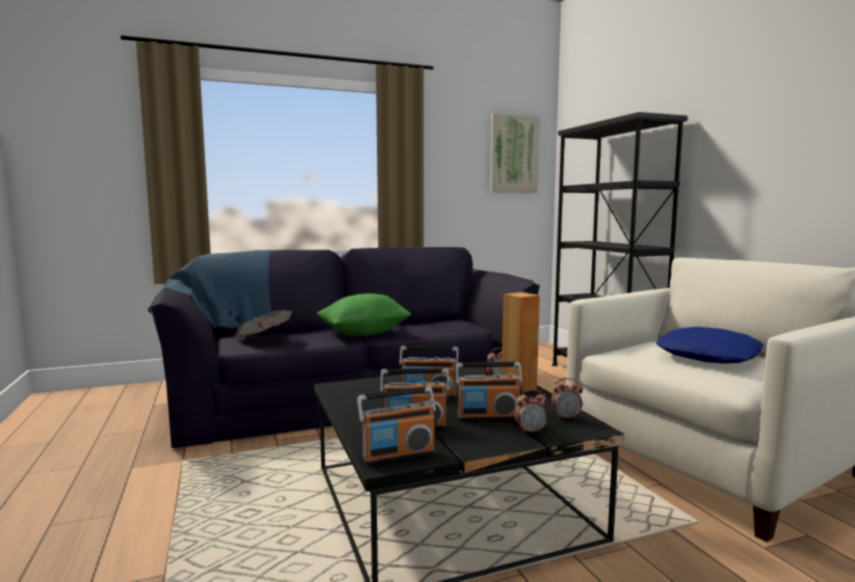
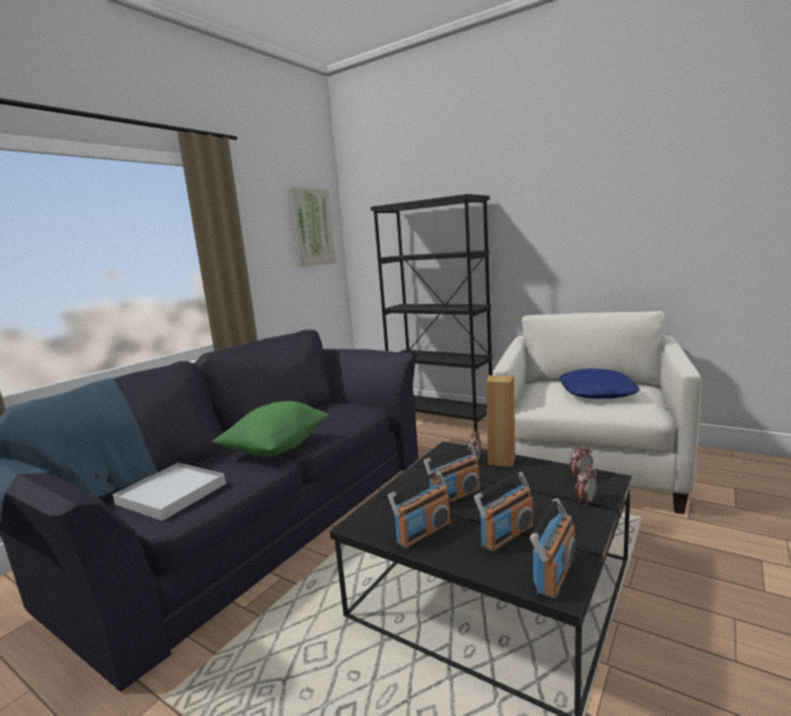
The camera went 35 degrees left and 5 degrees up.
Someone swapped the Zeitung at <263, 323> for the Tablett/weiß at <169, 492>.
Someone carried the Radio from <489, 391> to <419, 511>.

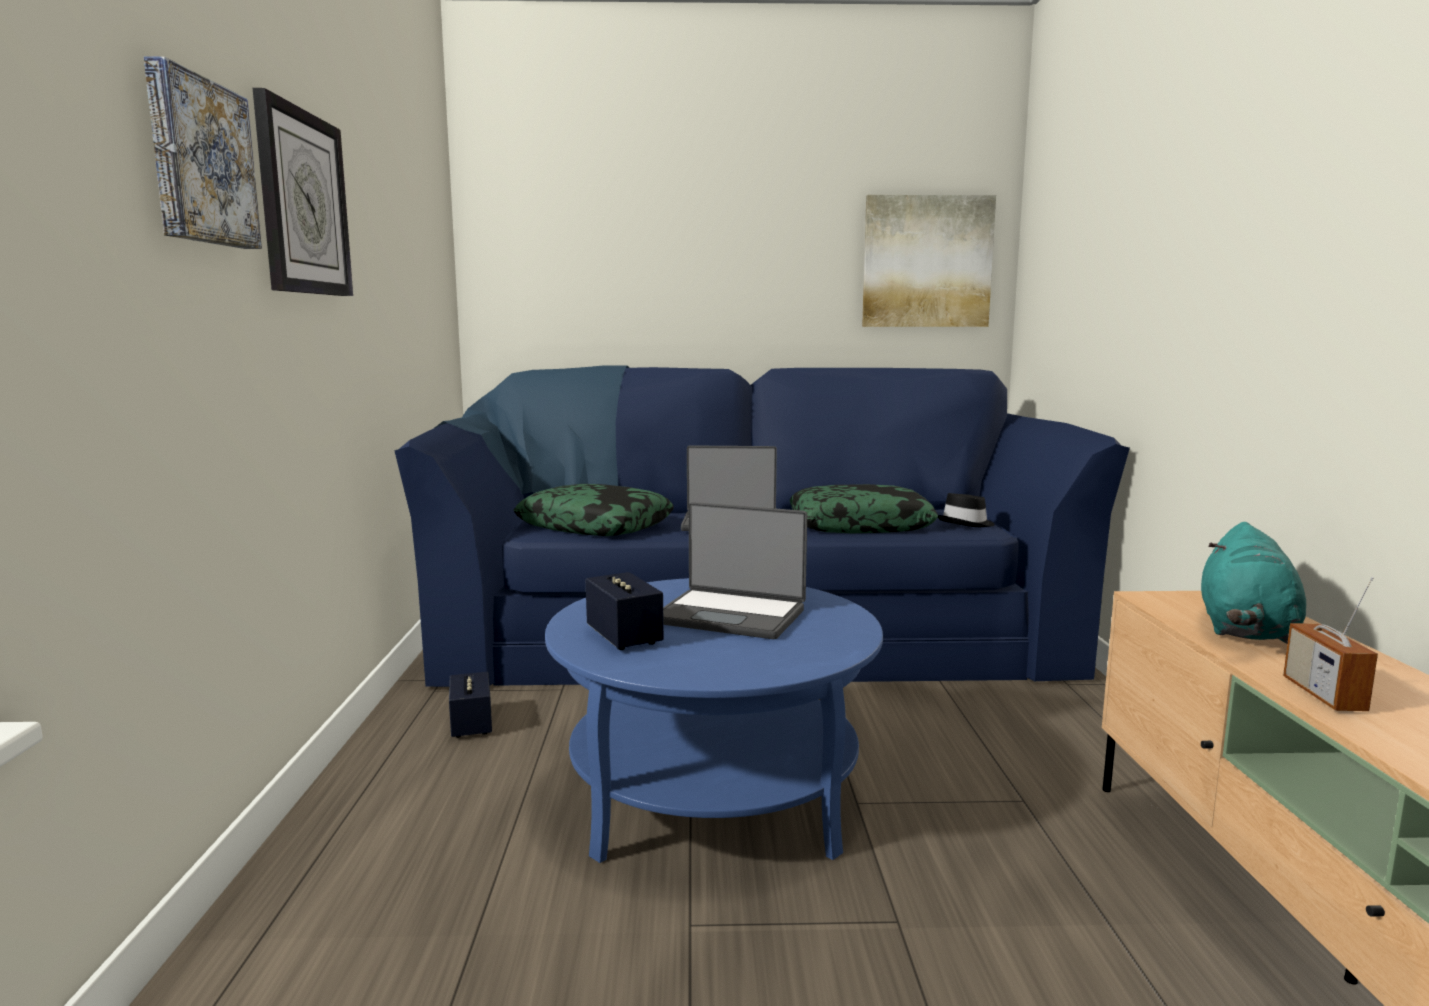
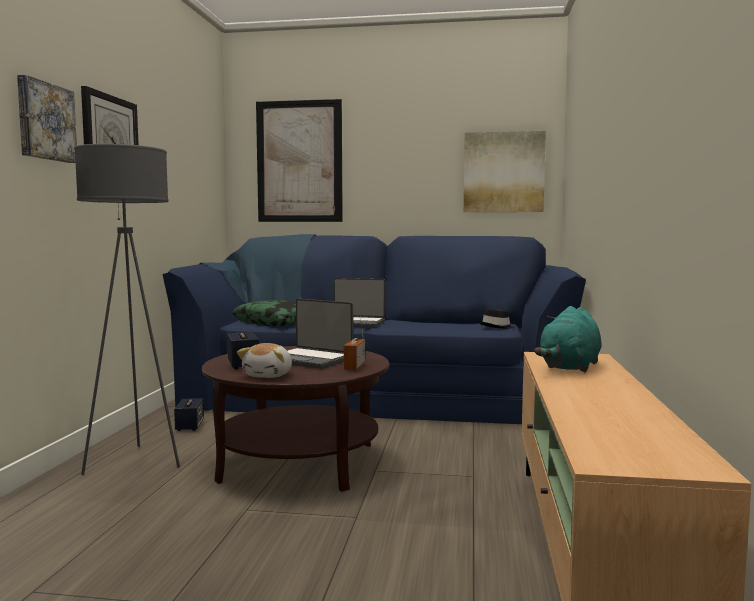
The camera went 10 degrees right and 5 degrees down.
Someone repainted the Couchtisch/blau at <714, 720>, which became the Couchtisch/braun at <295, 419>.
Someone took away the Kissen at <864, 508>.
Someone carried the Radio from <1330, 644> to <354, 343>.
Someone put down the Stehlampe/grau at <127, 309>.
Someone put down the Plüschtier at <264, 360>.
Someone put up the Bild at <299, 160>.

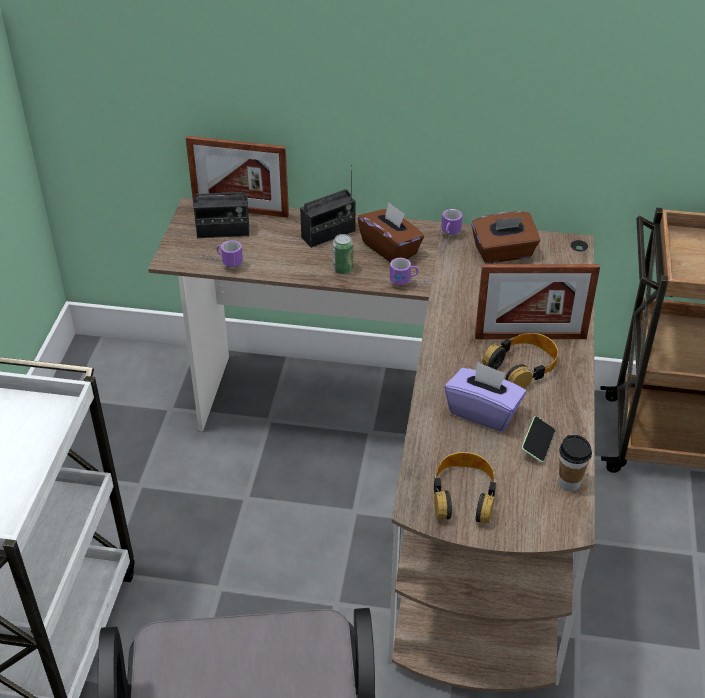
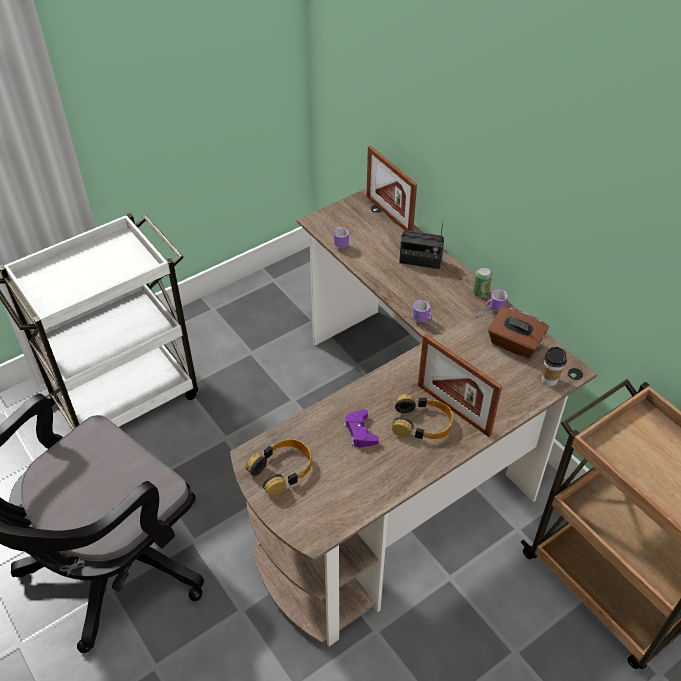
The camera went 45 degrees right and 5 degrees up.
Someone took away the Radio at <221, 203>.
Someone carried the Dose from <343, 254> to <482, 282>.
Someone took away the Taschentuchbox/braun at <391, 232>.
Someone swapped the Taschentuchbox/lila at <485, 396> for the Gamepad/lila at <361, 428>.
Someone took away the Handy at <539, 439>.
Someone carried the Tasse from <575, 463> to <554, 366>.

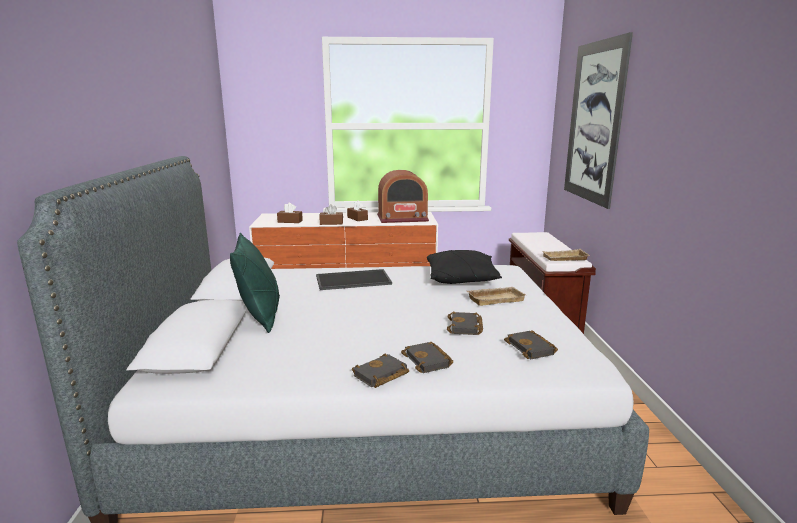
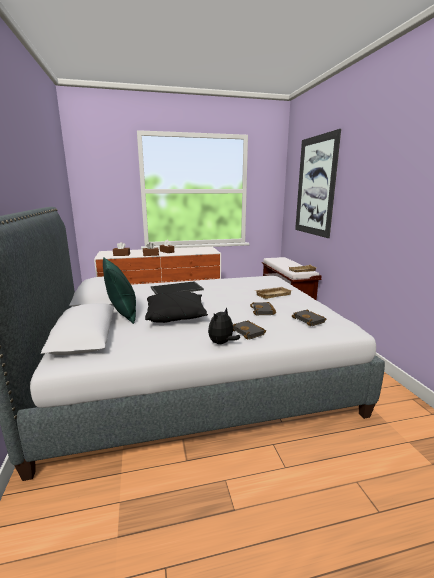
The camera went 10 degrees left and 0 degrees up.
Someone swapped the Buch/schwarz at <380, 371> for the Plüschtier at <224, 325>.
Someone took away the Radio at <403, 196>.
Someone carried the Kissen/schwarz from <464, 267> to <176, 307>.

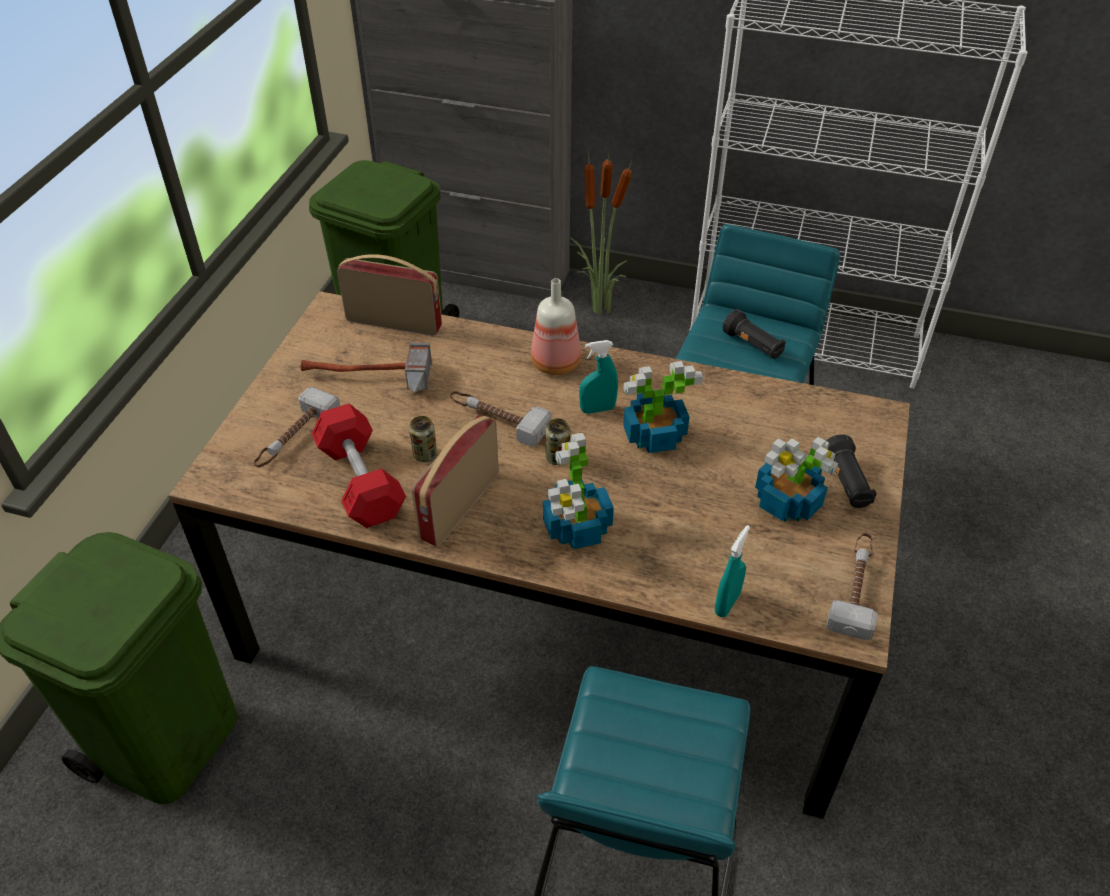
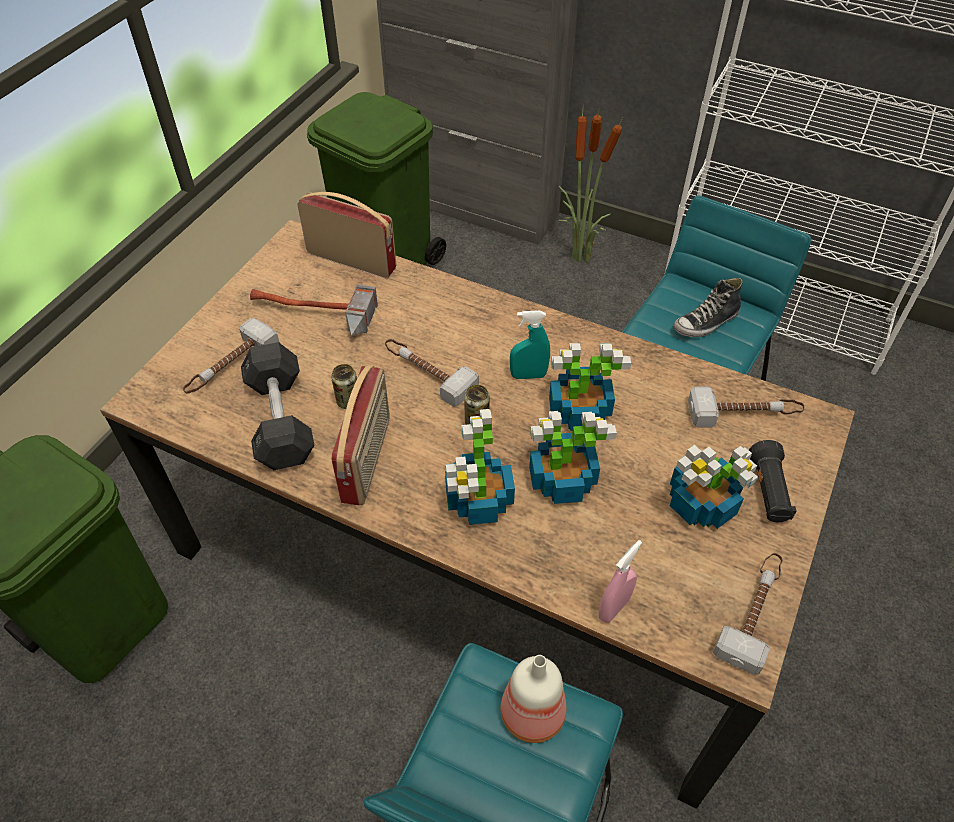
The camera went 10 degrees right and 5 degrees up.
Someone repainted the Hantel/rot at <359, 466>, which became the Hantel/grau at <277, 406>.
Someone rotated the Radio at <455, 480> by 150 degrees clockwise.
Someone carried the Flasche from <556, 326> to <533, 699>.
Someone repainted the Sprühflasche/türkis at <732, 571>, which became the Sprühflasche/rosa at <620, 581>.
Someone swapped the Taschenlampe/schwarz at <754, 334> for the Schuh at <708, 307>.
Someone put down the Topfpflanze at <573, 457>.
Someone put down the Hammer at <746, 407>.

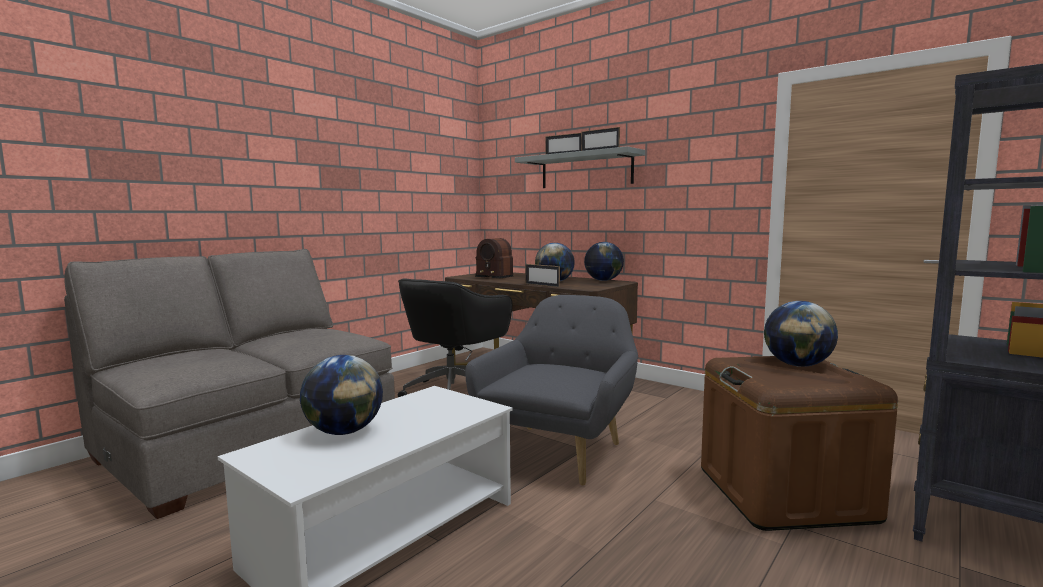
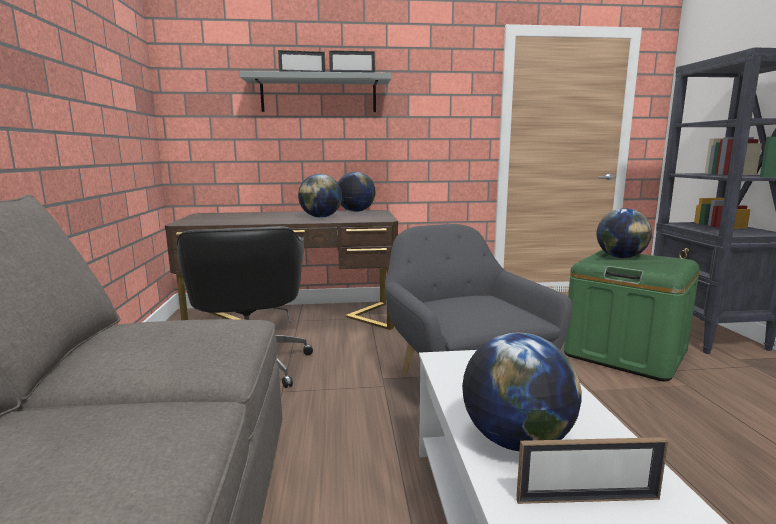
The camera went 45 degrees left and 5 degrees up.
Someone took away the Radio at <494, 258>.
Someone carried the Bilderrahmen from <542, 275> to <592, 470>.
Someone repainted the Aufbewahrungsbox/braun at <799, 443>, which became the Aufbewahrungsbox/grün at <632, 315>.

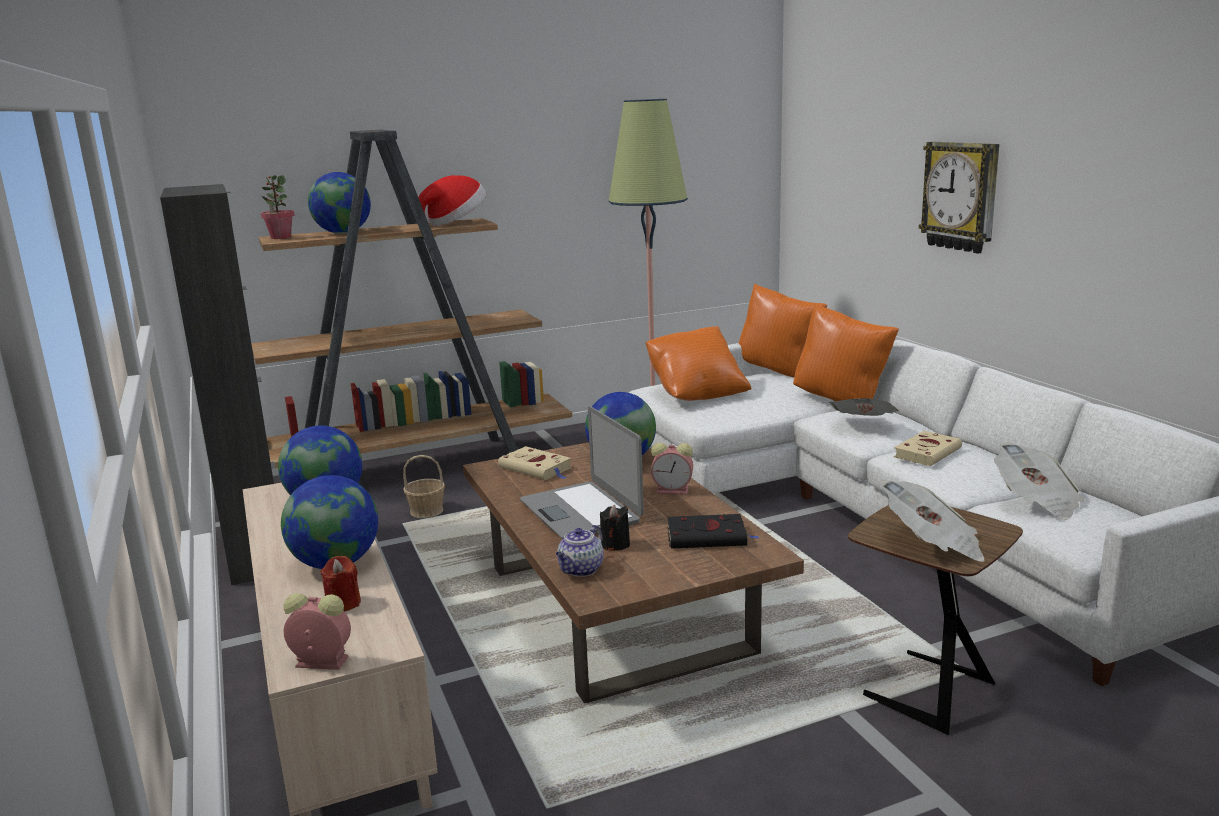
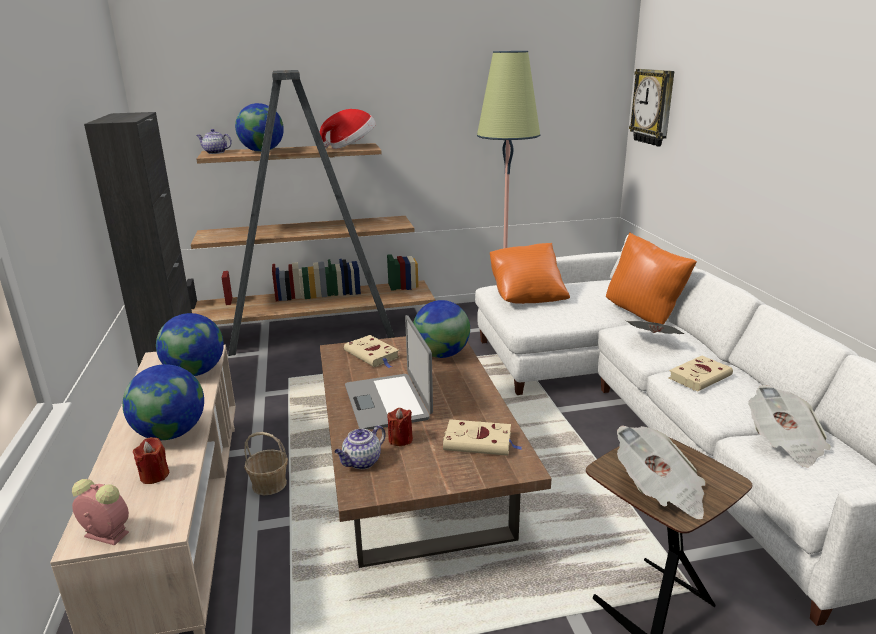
The camera went 10 degrees right and 5 degrees up.
Someone swapped the Topfpflanze at <278, 207> for the Teekanne at <214, 141>.
Someone carried the Korb from <424, 486> to <266, 463>.
Someone repainted the Kerze/schwarz at <615, 528>, which became the Kerze/rot at <400, 427>.
Someone took away the Wecker at <672, 469>.
Someone repainted the Buch/schwarz at <713, 531>, which became the Buch/beige at <482, 437>.
Someone took away the Kissen/orange at <783, 330>.
Someone carried the Wanduhr from <959, 198> to <651, 108>.

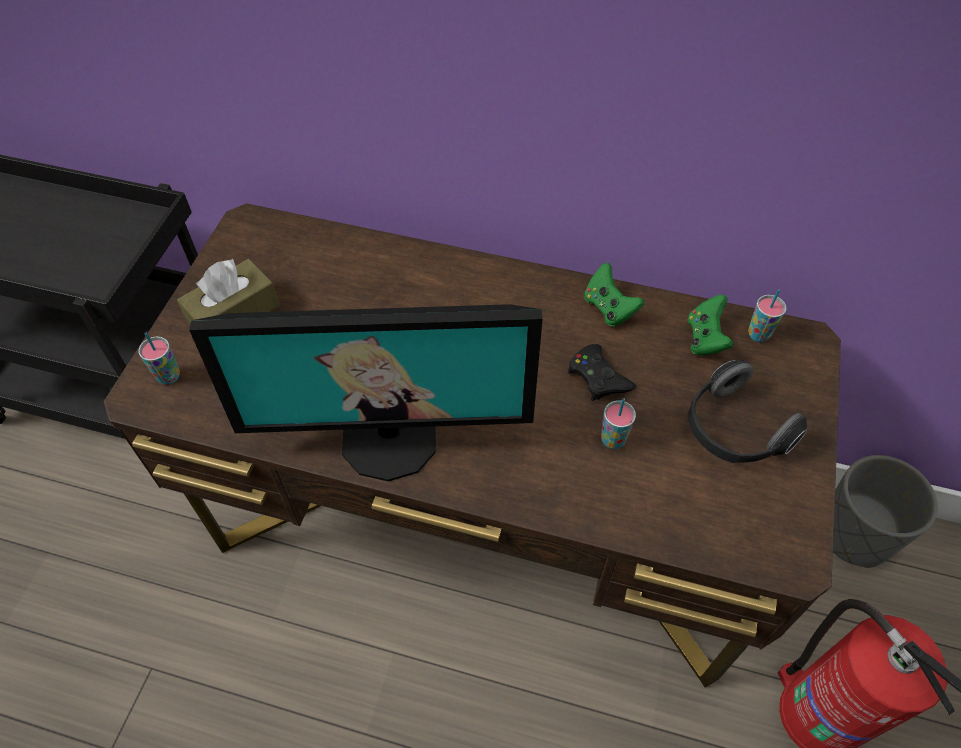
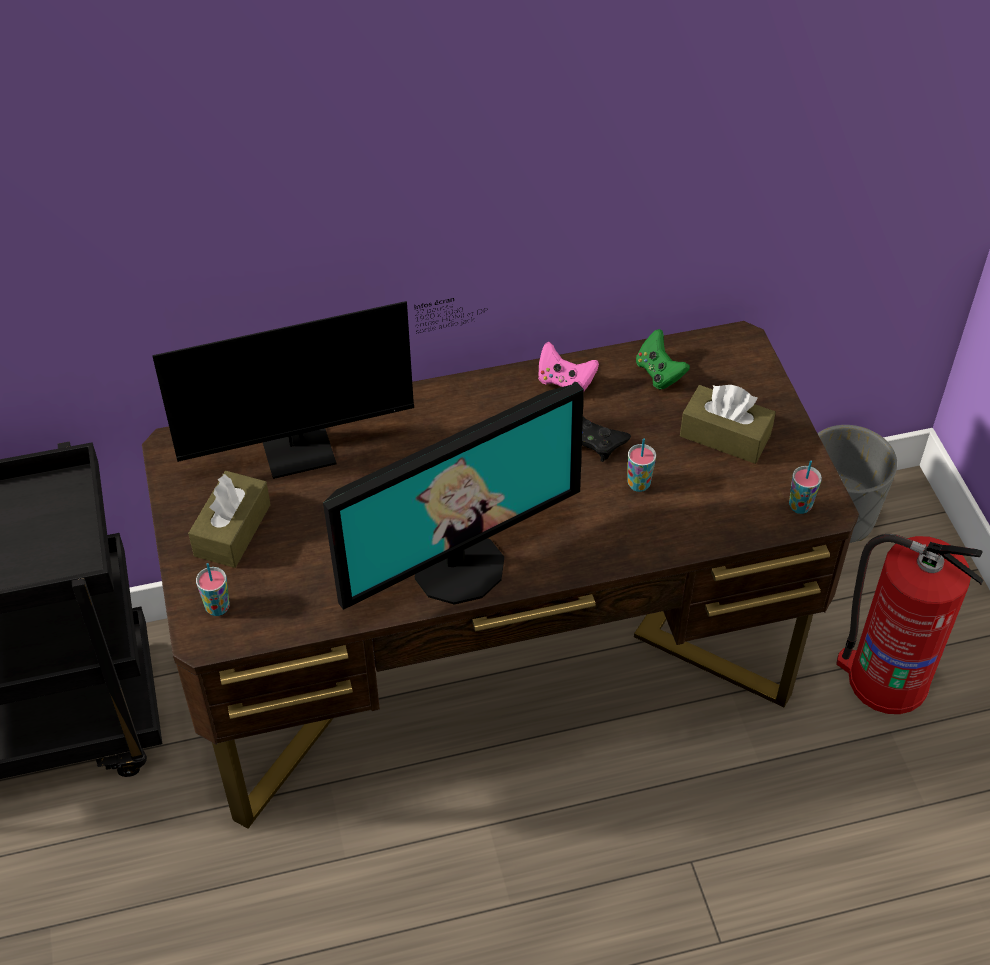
The camera went 30 degrees left and 5 degrees down.
Someone repainted the Gamepad/grün at <614, 295>, which became the Gamepad/rosa at <568, 366>.
Someone swapped the Kopfhörer at <747, 411> for the Taschentuchbox/braun at <728, 424>.
Someone carried the Tasse from <767, 315> to <805, 487>.
Someone put down the Monitor at <319, 388>.

